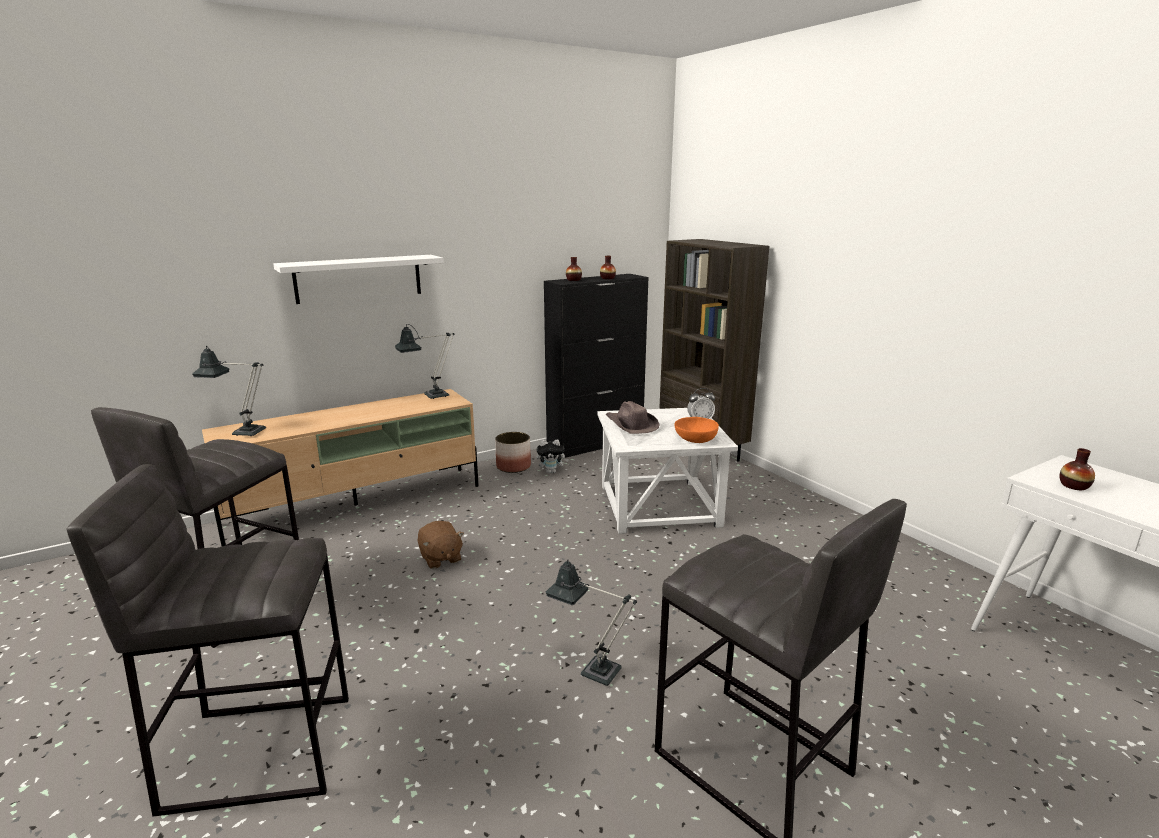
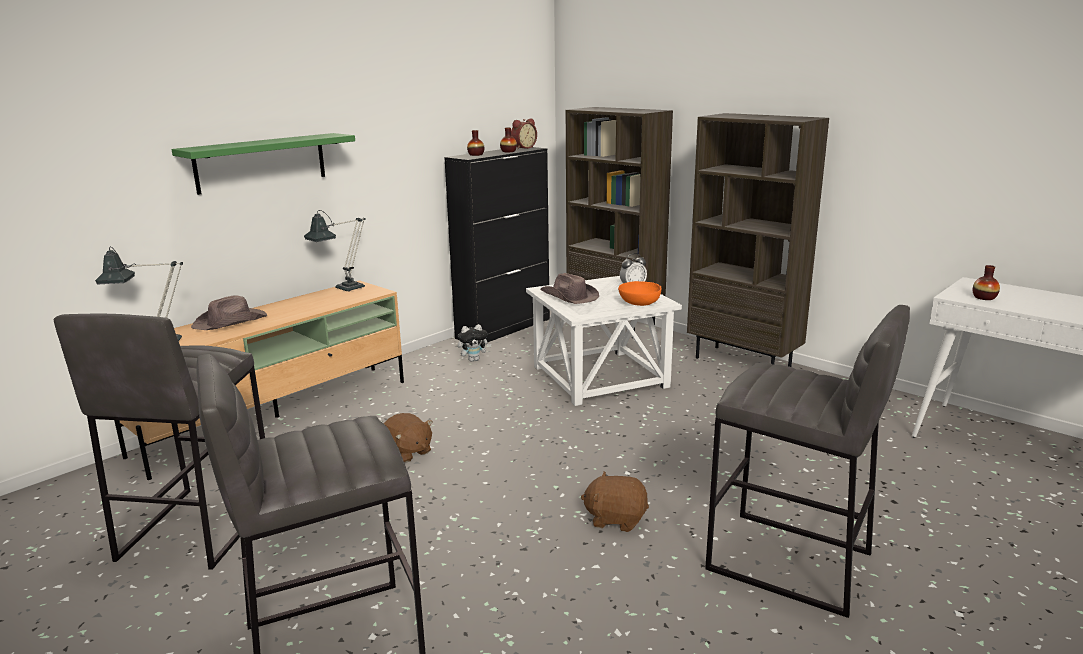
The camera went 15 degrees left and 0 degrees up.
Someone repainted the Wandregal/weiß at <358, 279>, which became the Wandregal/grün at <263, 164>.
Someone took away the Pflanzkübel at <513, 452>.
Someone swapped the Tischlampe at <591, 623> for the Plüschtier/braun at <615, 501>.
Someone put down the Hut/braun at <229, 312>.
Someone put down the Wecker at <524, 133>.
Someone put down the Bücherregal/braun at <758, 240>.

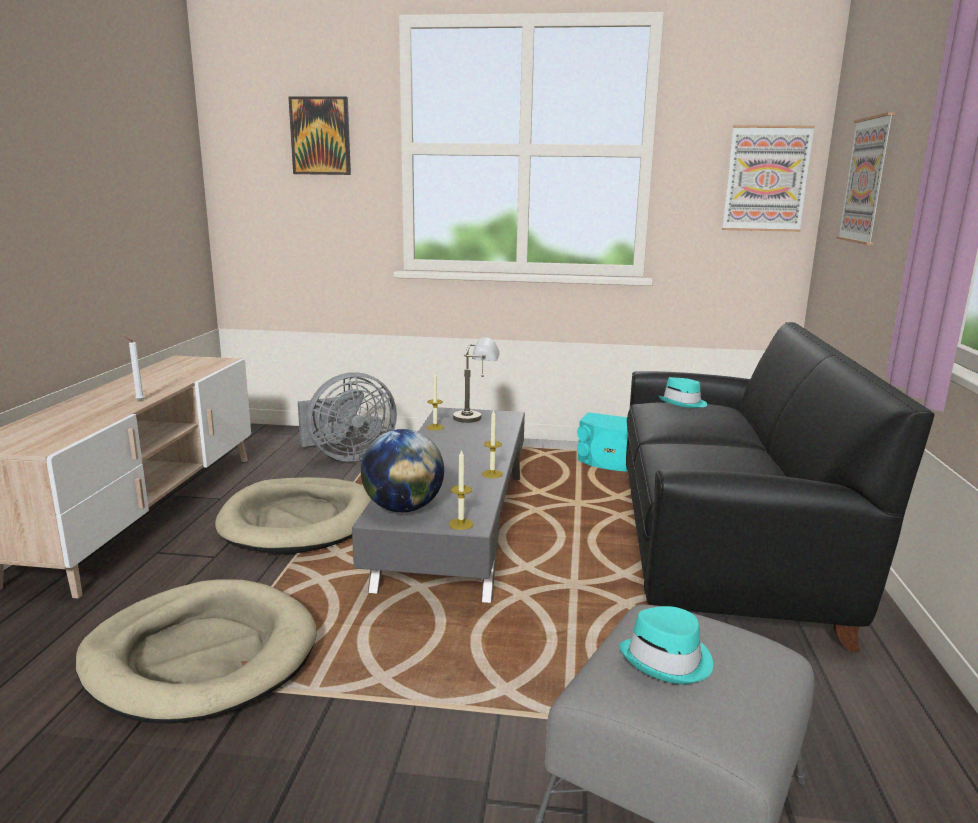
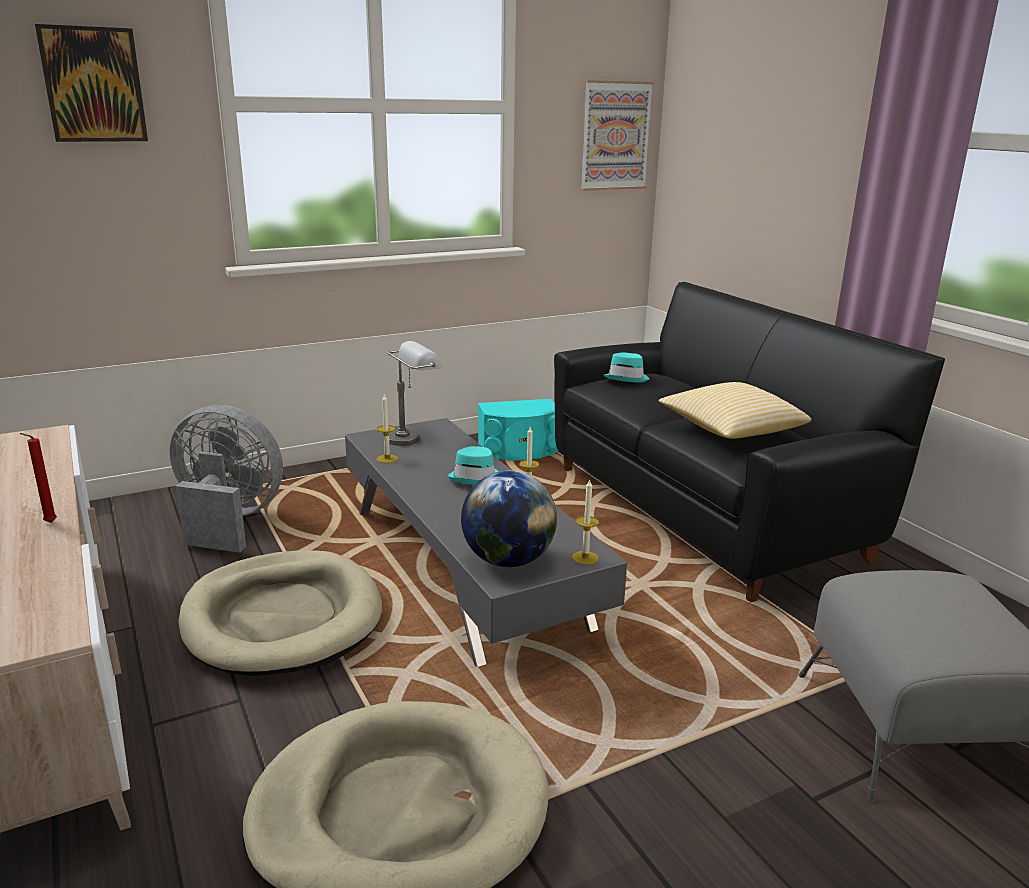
The camera went 35 degrees left and 5 degrees up.
Someone repainted the Kerze/weiß at <134, 368>, which became the Kerze/rot at <38, 478>.
Someone rotated the Ventilator/grau at <347, 417> by 105 degrees counterclockwise.
Someone carried the Hut/türkis from <666, 645> to <473, 465>.
Someone took away the Bild at <865, 178>.
Someone put down the Kissen at <735, 410>.

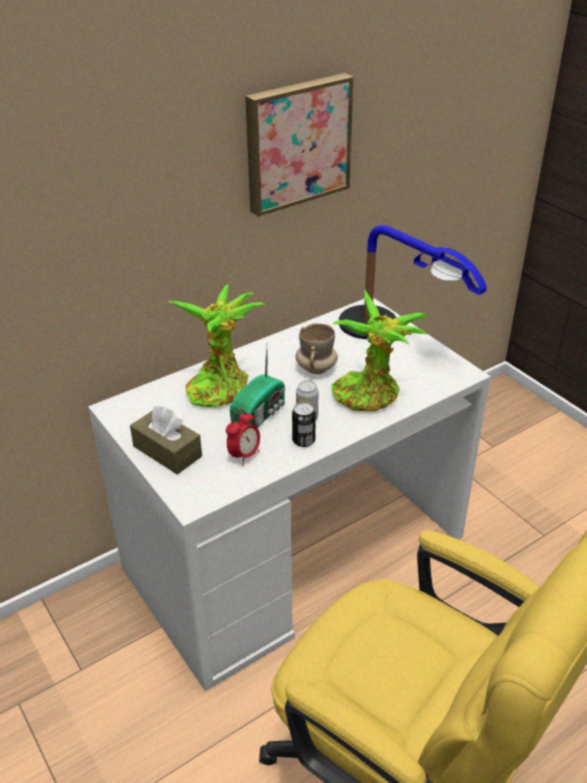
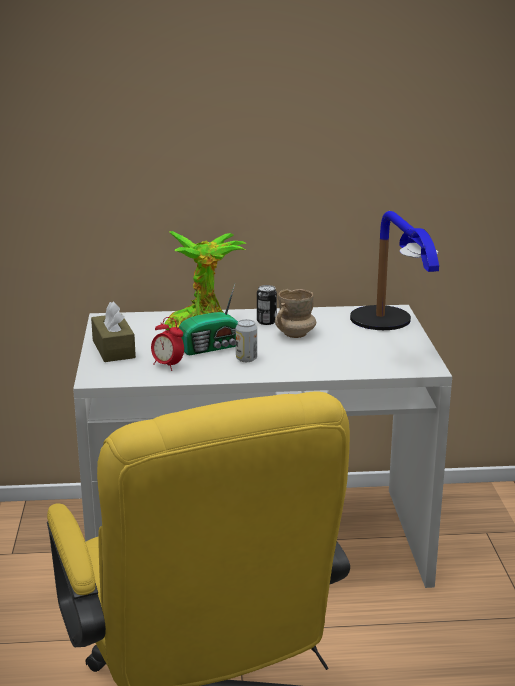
The camera went 30 degrees right and 15 degrees down.
Someone rotated the Wecker at <243, 437> by 60 degrees clockwise.
Someone took away the Bild at <299, 145>.
Someone carried the Dose from <304, 424> to <267, 305>.
Someone took away the Topfpflanze at <380, 351>.

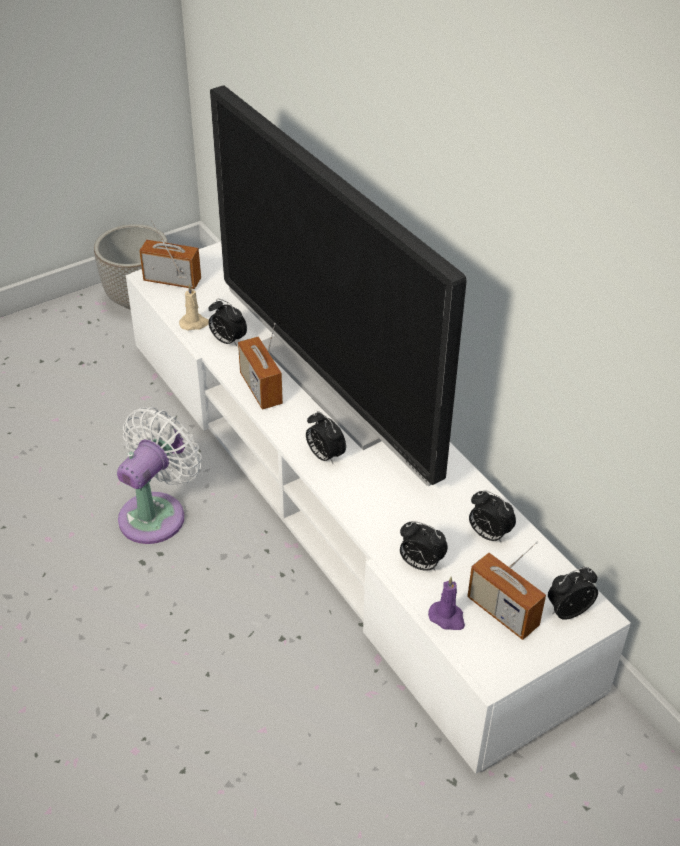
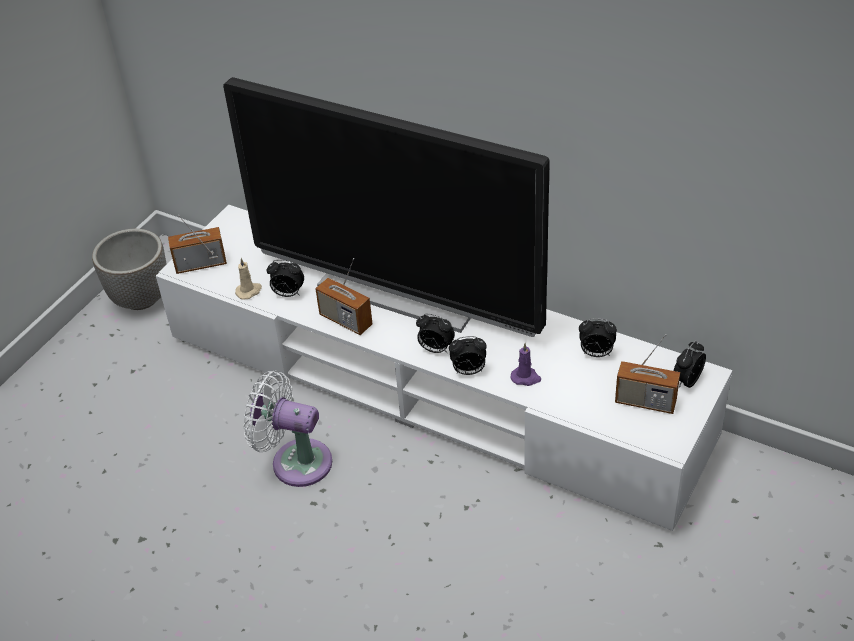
The camera went 25 degrees left and 0 degrees up.
Someone rotated the Ventilator/weiß at <159, 475> by 75 degrees counterclockwise.
Someone carried the Wecker from <424, 546> to <468, 355>.
Someone carried the Kerze/lila from <446, 603> to <526, 364>.

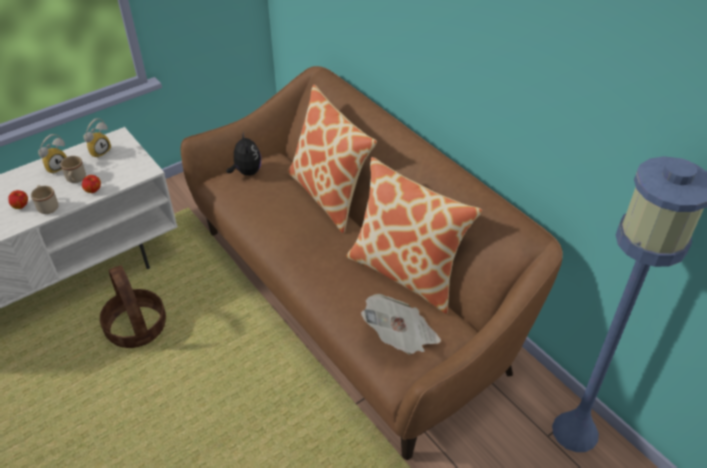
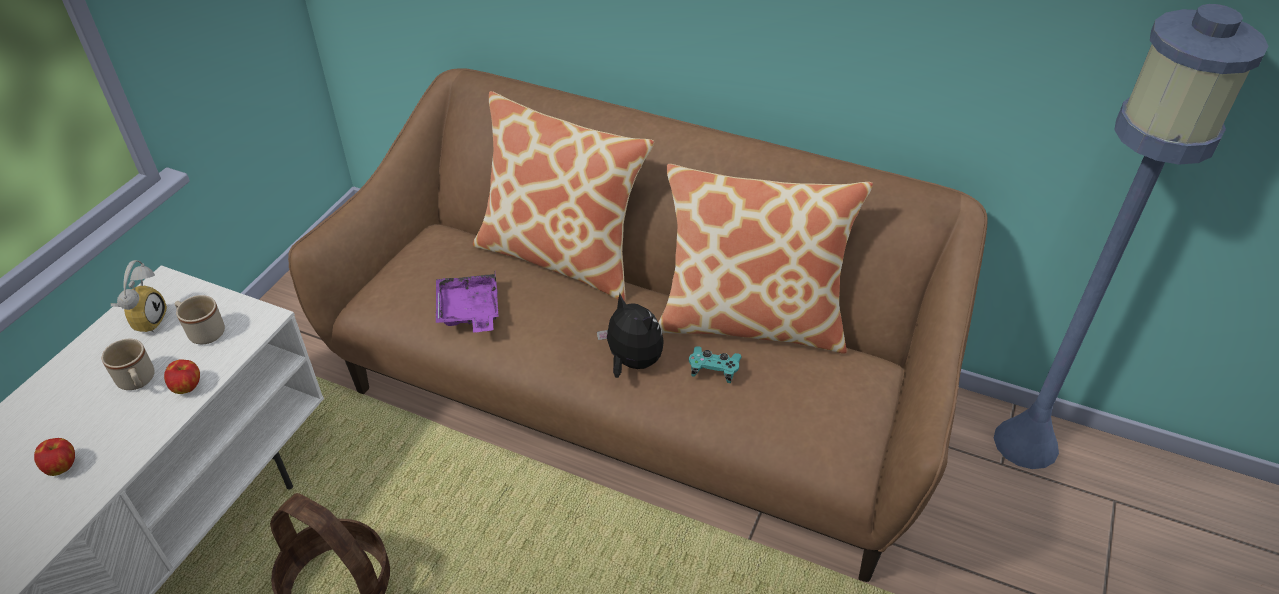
The camera went 30 degrees left and 0 degrees up.
Someone carried the Henkelbecher/beige from <45, 199> to <200, 319>.
Someone took away the Wecker at <52, 154>.
Someone carried the Plüschtier from <244, 153> to <630, 335>.
Someone took away the Zeitung at <401, 324>.
Someone put down the Tablett/lila at <467, 302>.
Someone put down the Gamepad/türkis at <715, 364>.

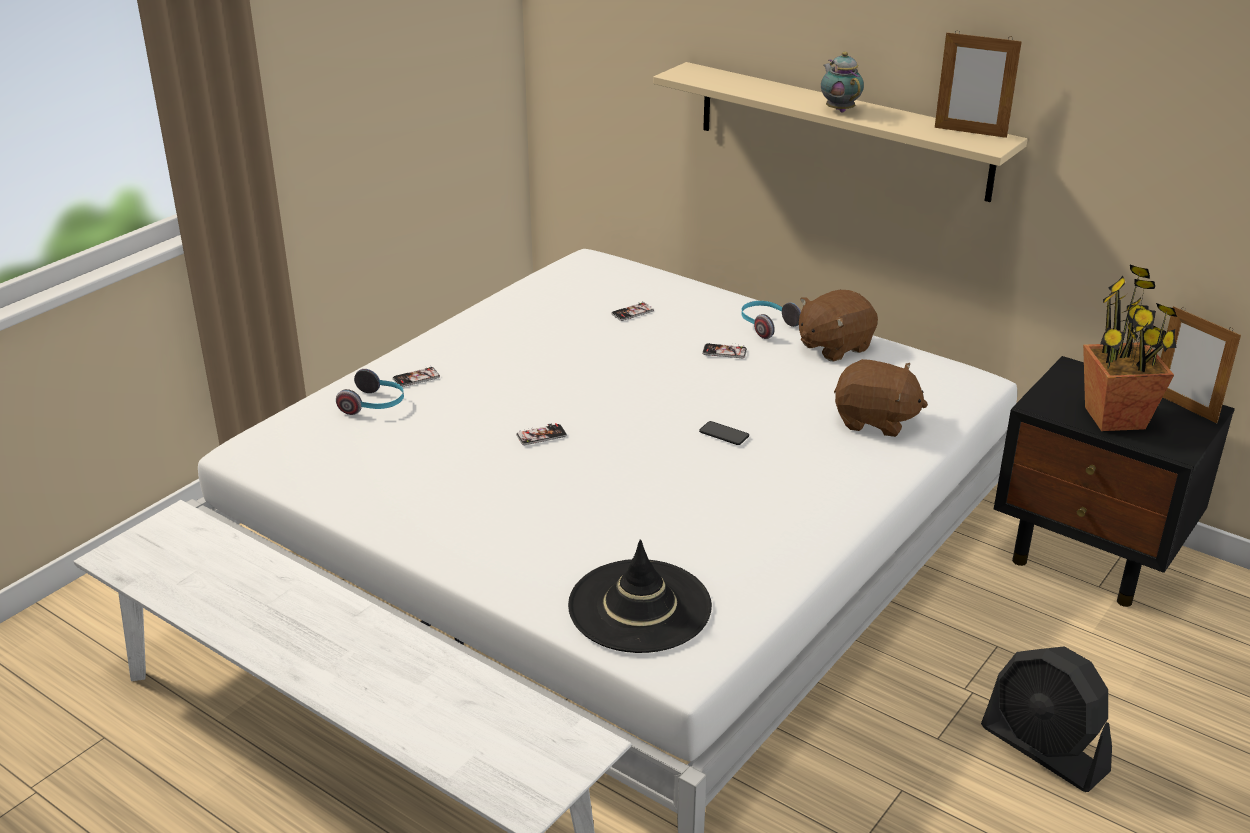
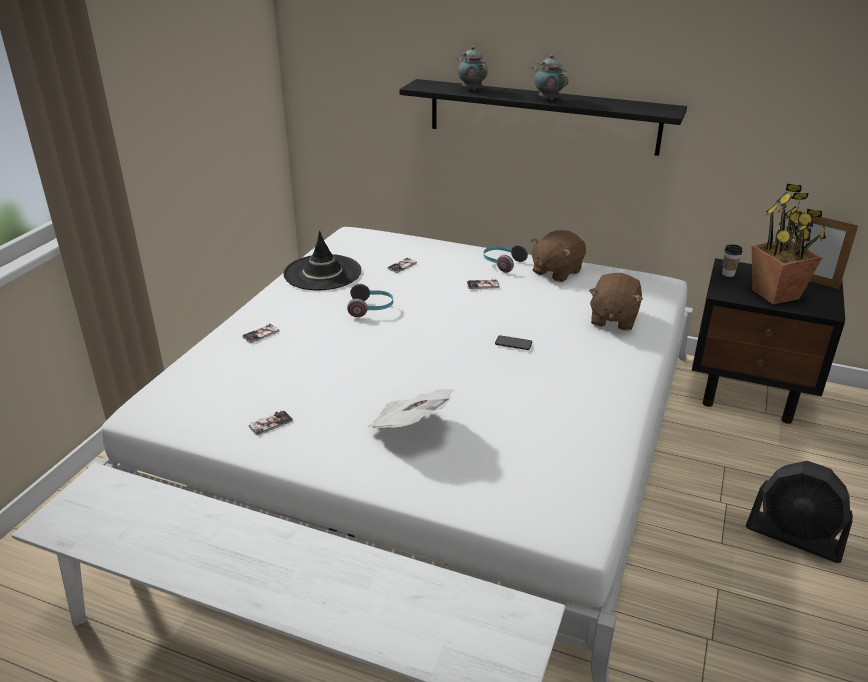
The camera went 15 degrees left and 0 degrees up.
Someone carried the Kopfhörer from <370, 392> to <370, 300>.
Someone carried the Handy from <541, 434> to <271, 423>.
Someone carried the Hut/schwarz from <640, 596> to <322, 260>.
Someone repainted the Wandregal/beige at <840, 132>, which became the Wandregal/schwarz at <543, 117>.
Someone rotated the Plüschtier/braun at <881, 398> by 105 degrees clockwise.
Someone took away the Bilderrahmen at <978, 84>.
Someone put down the Zeitung at <411, 408>.
Someone put down the Teekanne at <472, 68>.
Someone put down the Tasse at <732, 260>.

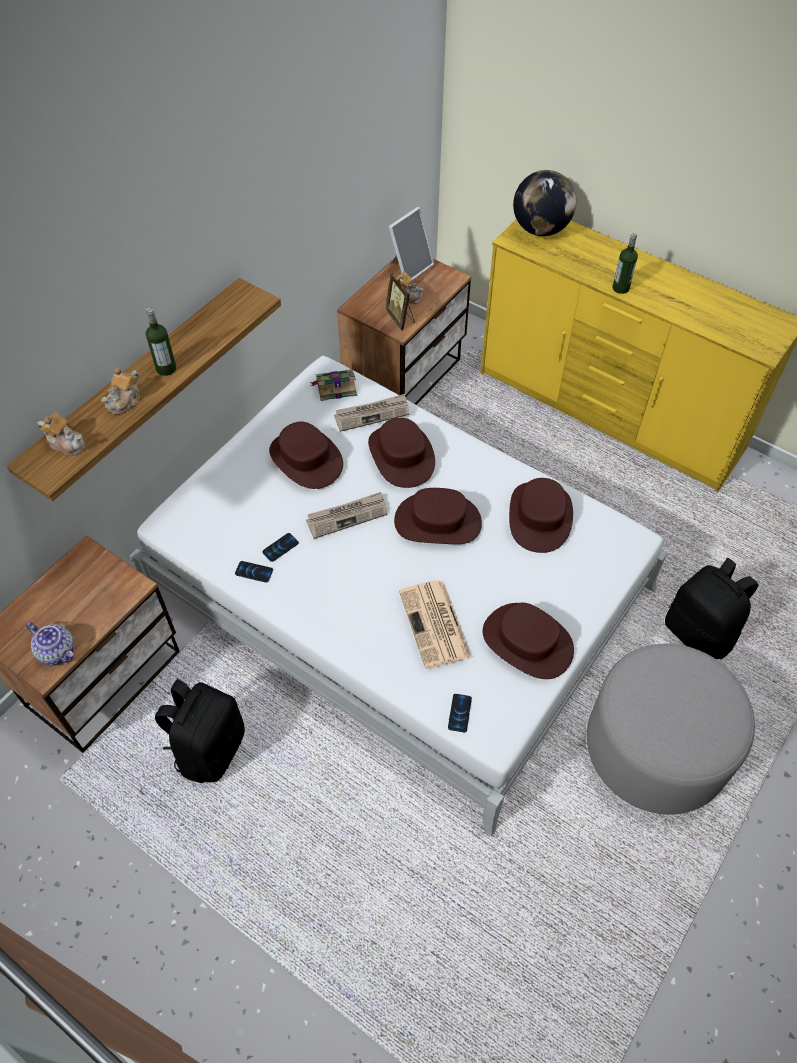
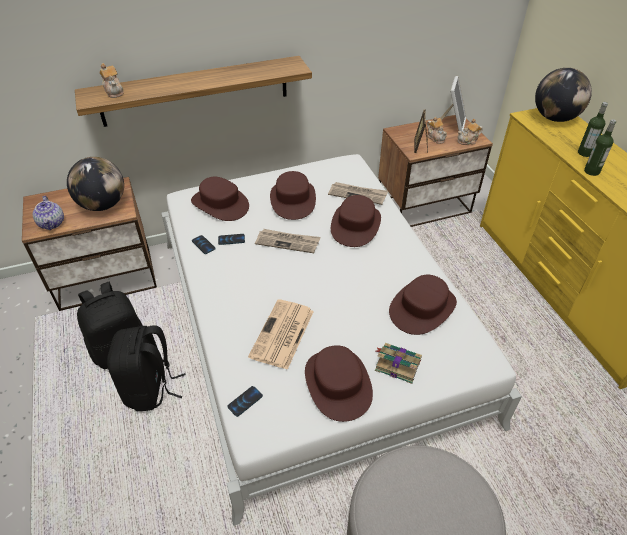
The camera went 35 degrees right and 10 degrees down.
Someone carried the Teekanne from <120, 391> to <470, 132>.
Someone carried the Flasche from <161, 342> to <593, 129>.
Someone carried the Buch from <333, 385> to <398, 363>.
Someone rotated the Bilderrahmen at <411, 244> by 60 degrees counterclockwise.
Someone carried the Hut/braun from <438, 516> to <220, 198>.
Someone carried the Rucksack/schwarz from <712, 608> to <146, 368>.
Someone put down the Globus at <95, 184>.

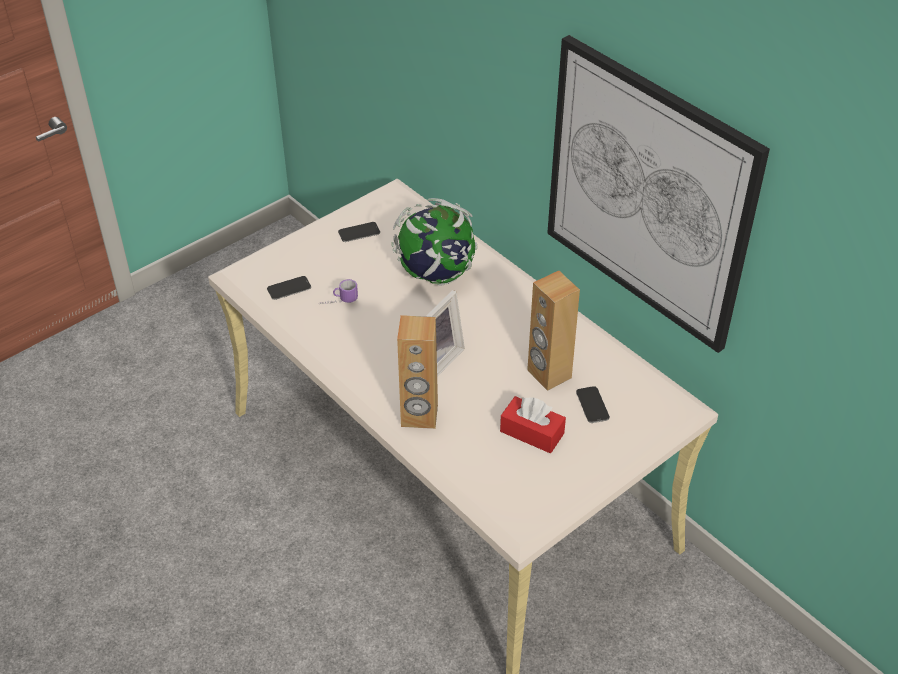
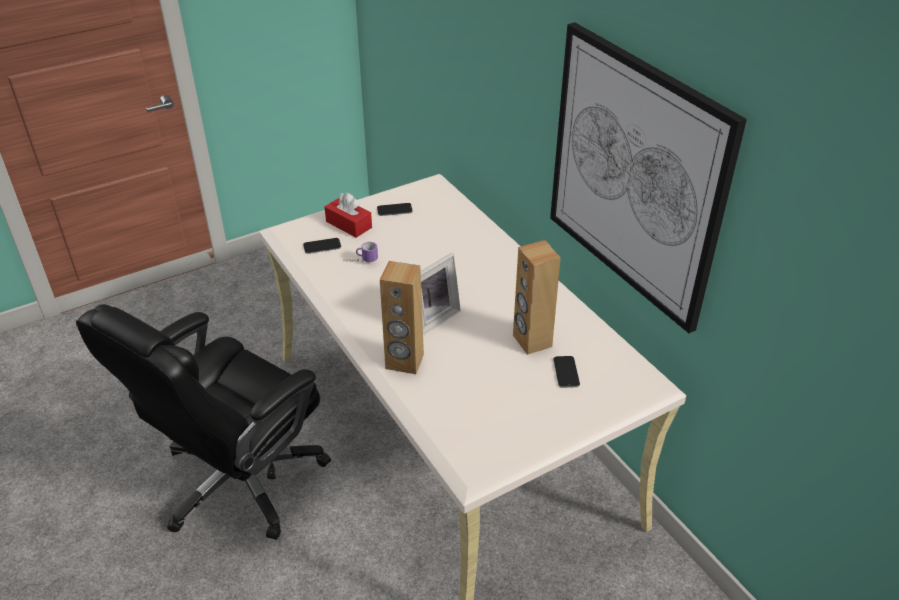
The camera went 10 degrees right and 5 degrees down.
Someone took away the Globus at <434, 242>.
Someone carried the Taschentuchbox/rot from <533, 424> to <348, 215>.
Someone put down the Bürostuhl/schwarz at <203, 422>.

